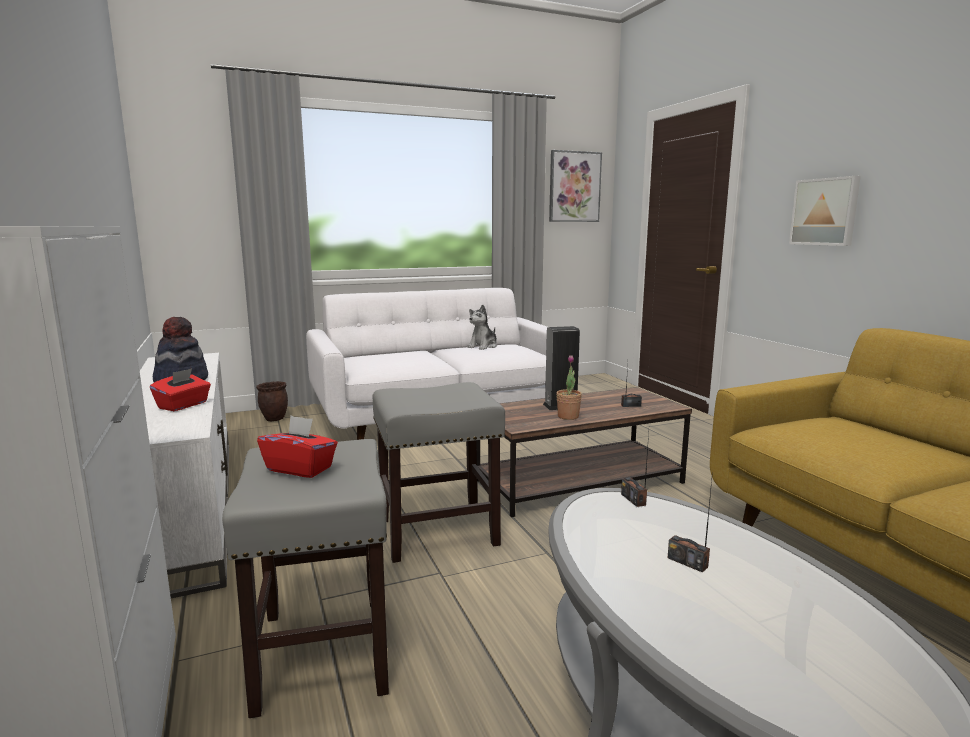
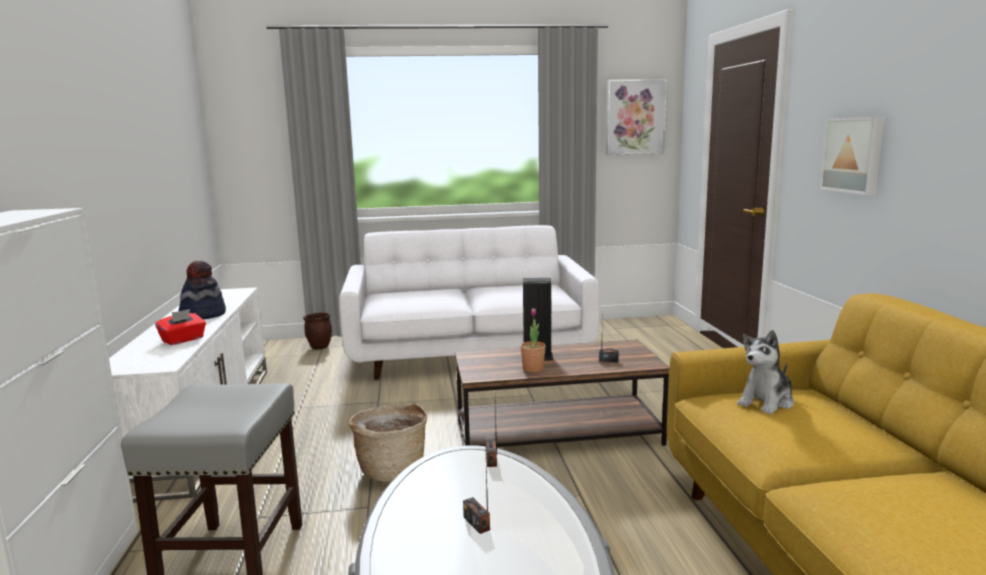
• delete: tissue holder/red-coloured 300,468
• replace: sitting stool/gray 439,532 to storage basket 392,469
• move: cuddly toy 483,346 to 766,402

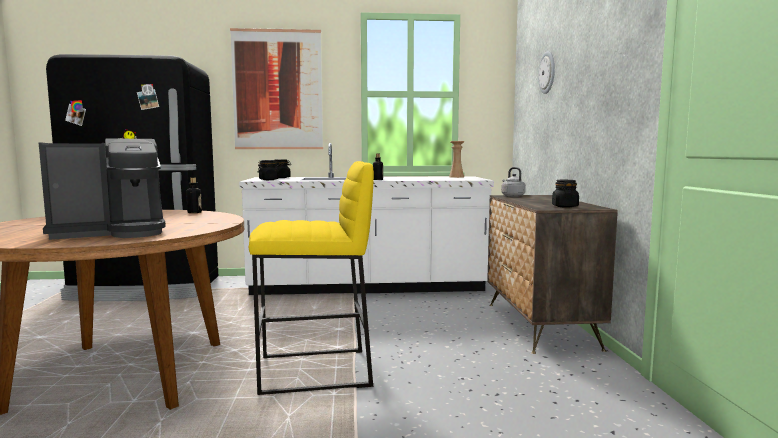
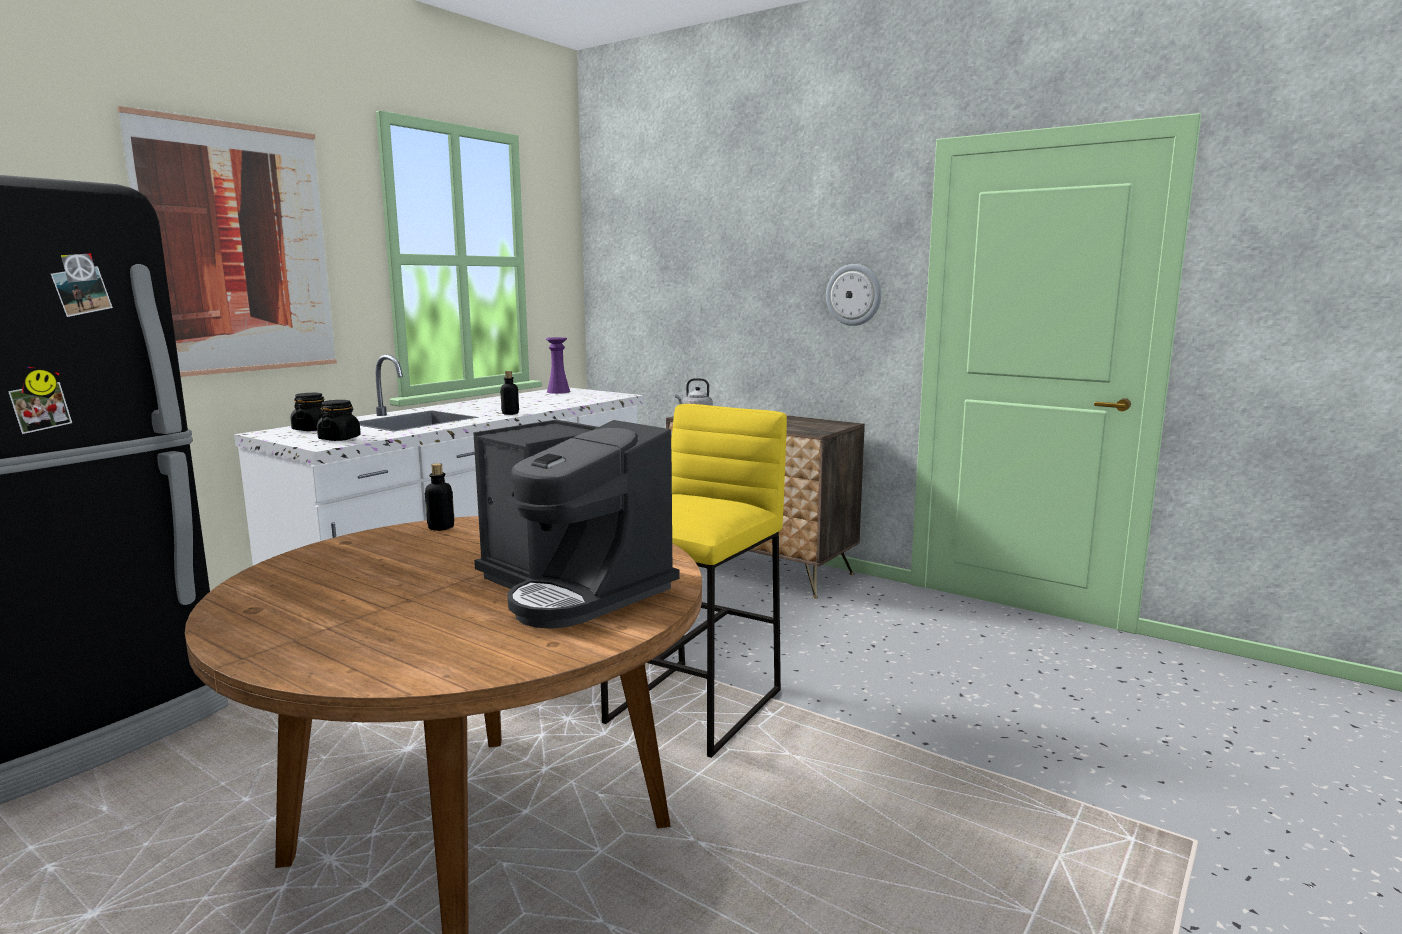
• rotate: coffee brewer 112,232 = 573,589 120 degrees clockwise
• recolor: flower vase/beige 456,177 to flower vase/purplish 558,392
• move: clock on the wall 547,72 to 854,295
• delete: preserve jar/black 564,206

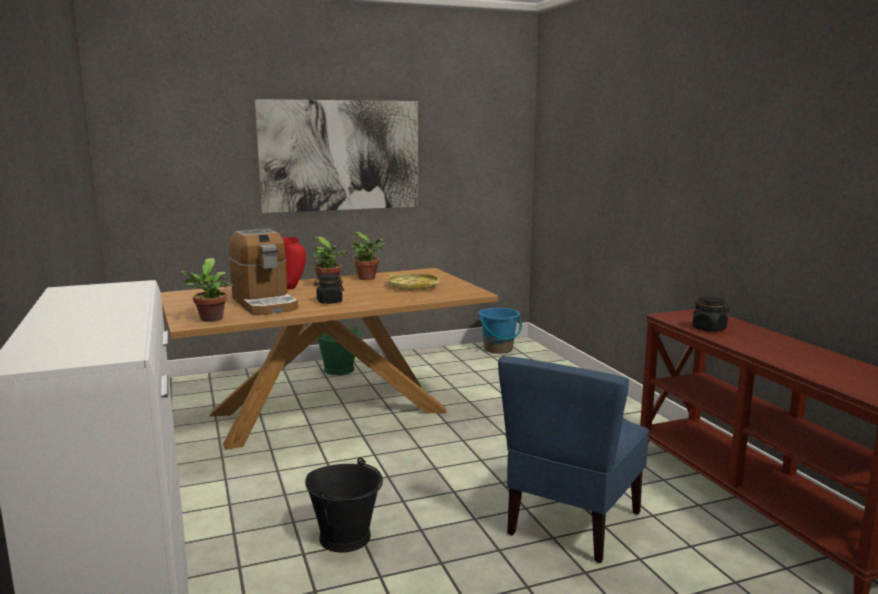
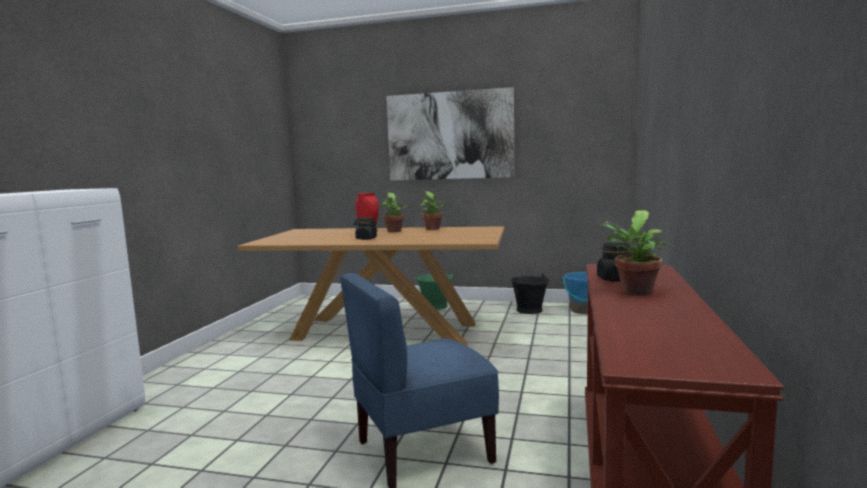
• move: plant in a pot 210,320 to 635,292
• delete: coffee brewer 264,303
• move: bucket/black 346,537 to 529,310
• delete: serving tray/yellow-coloured 413,286

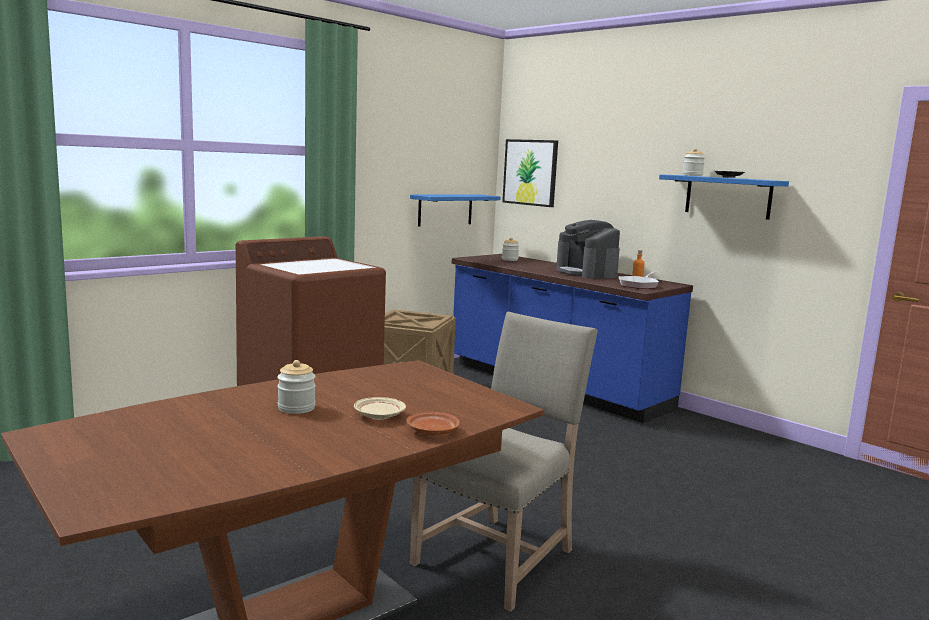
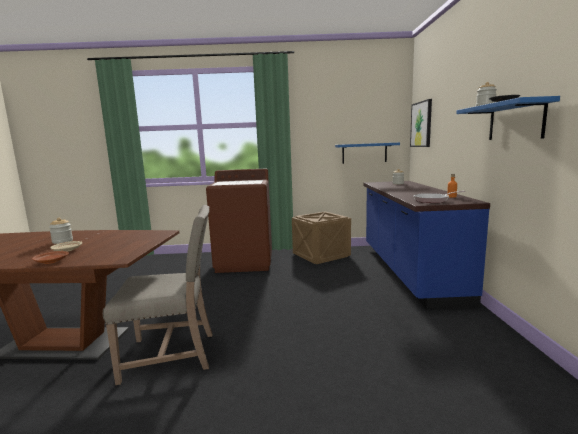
• delete: coffee brewer 586,273

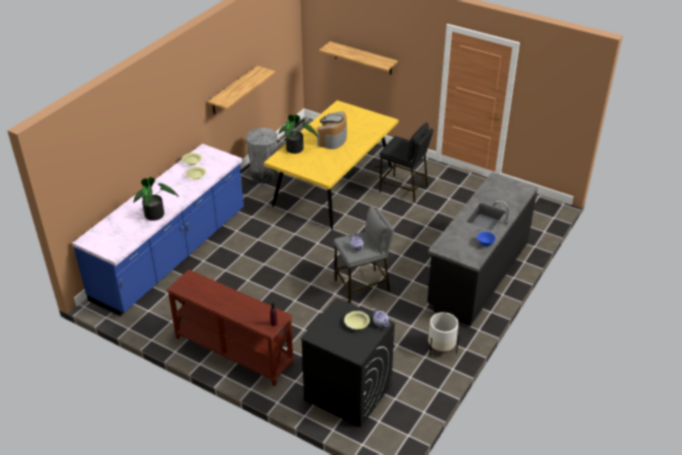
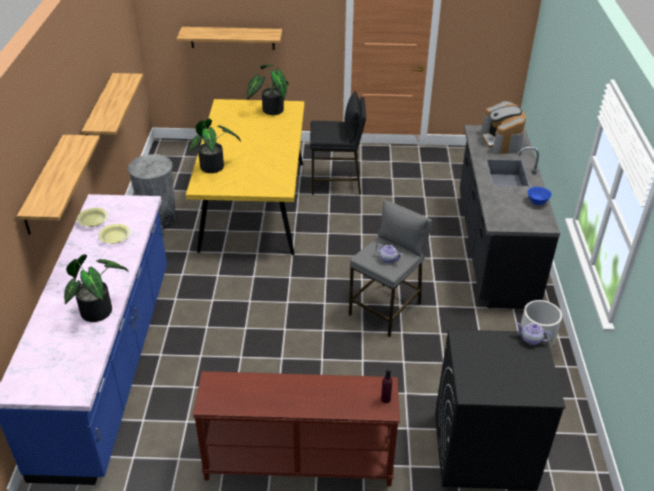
• move: coffee brewer 332,139 to 501,141
• delete: bowl/yellow-coloured 356,323
• insert: bracket shelf 44,185
• insert: plant in a pot 270,110

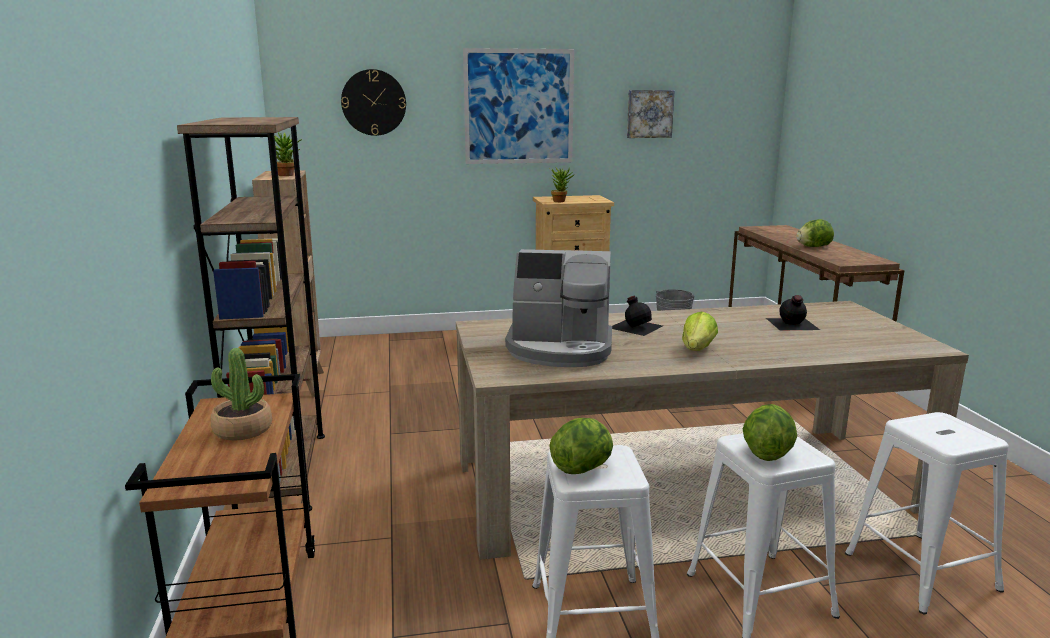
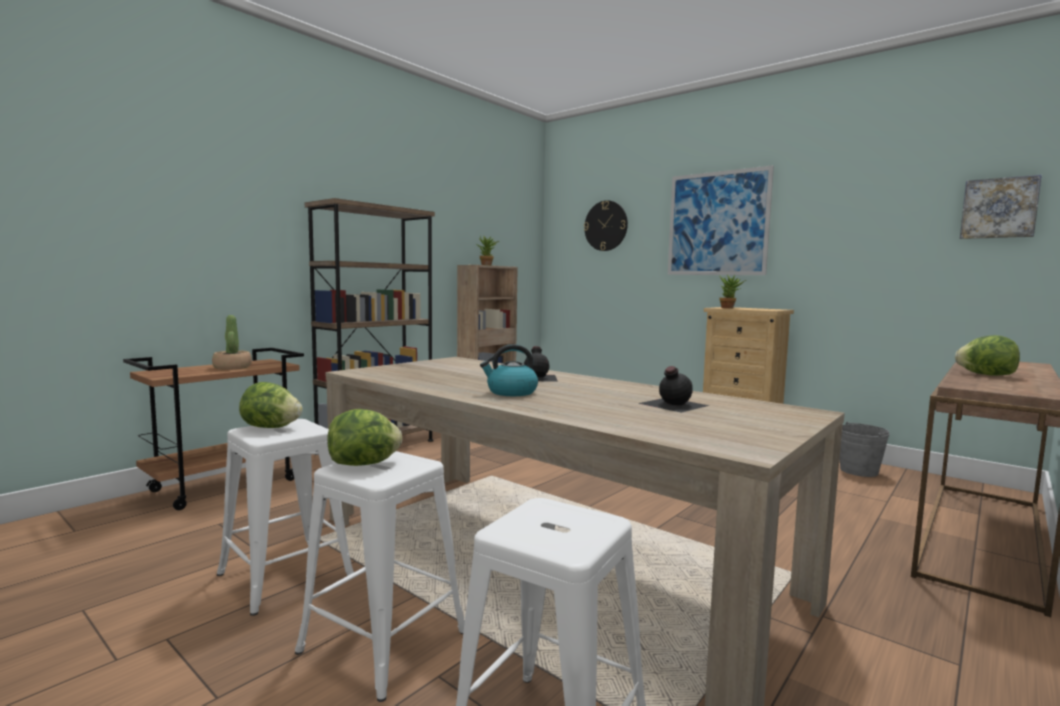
• delete: coffee brewer 560,349
• move: wall art 649,114 to 999,208
• replace: lettuce head 697,349 to water kettle 511,392

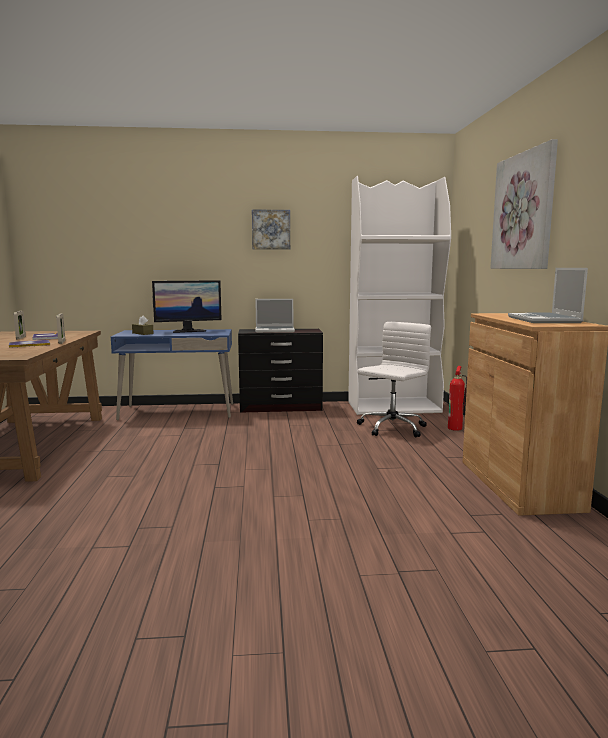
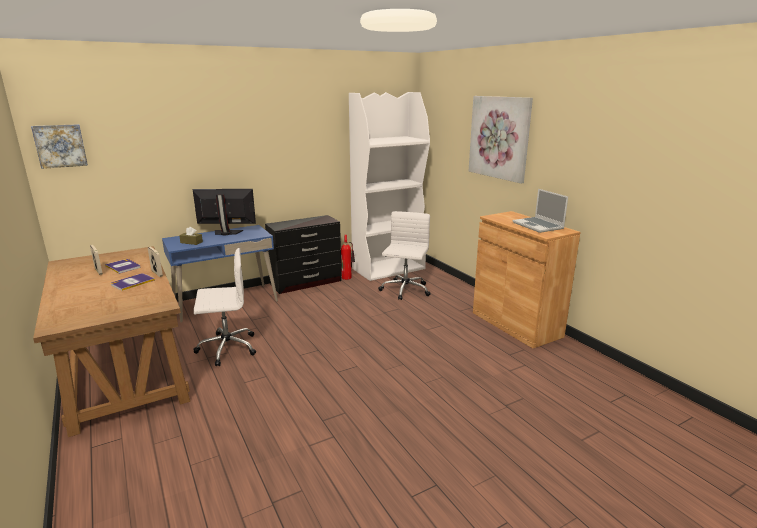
• rotate: monitor 188,331 = 226,233 135 degrees counterclockwise
• move: wall art 271,229 to 60,146
• delete: notebook computer 275,330
• move: fire-fighting cylinder 456,428 to 347,277
• insert: desk chair/whitish 226,348

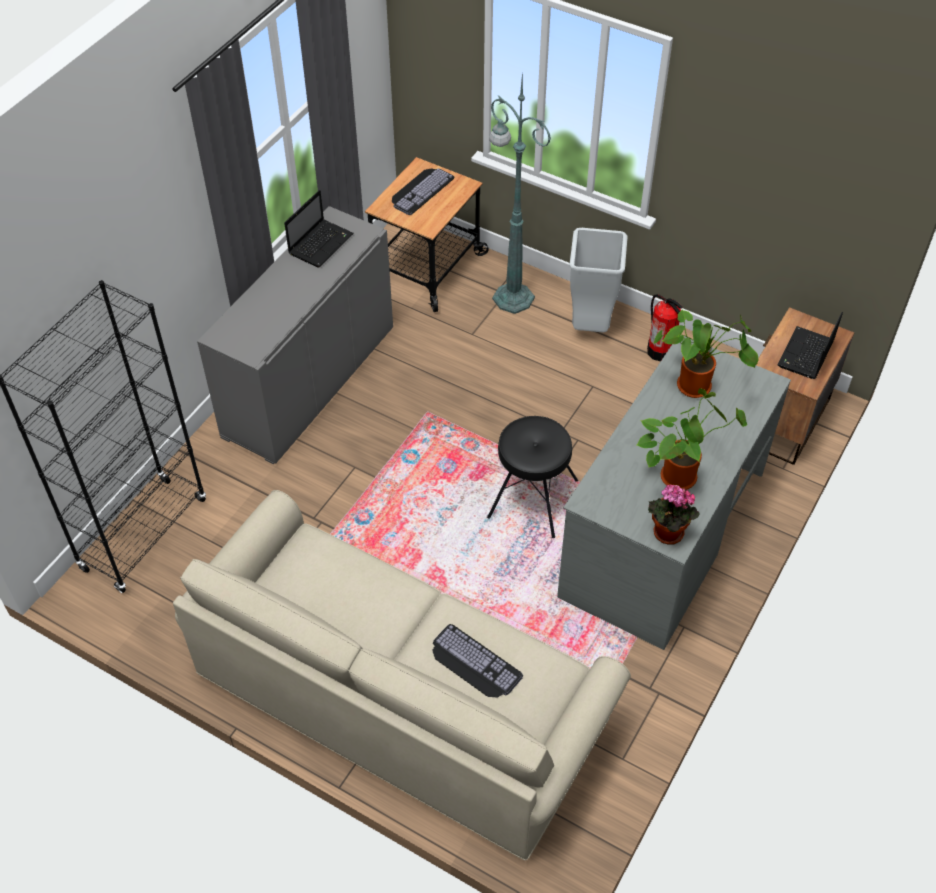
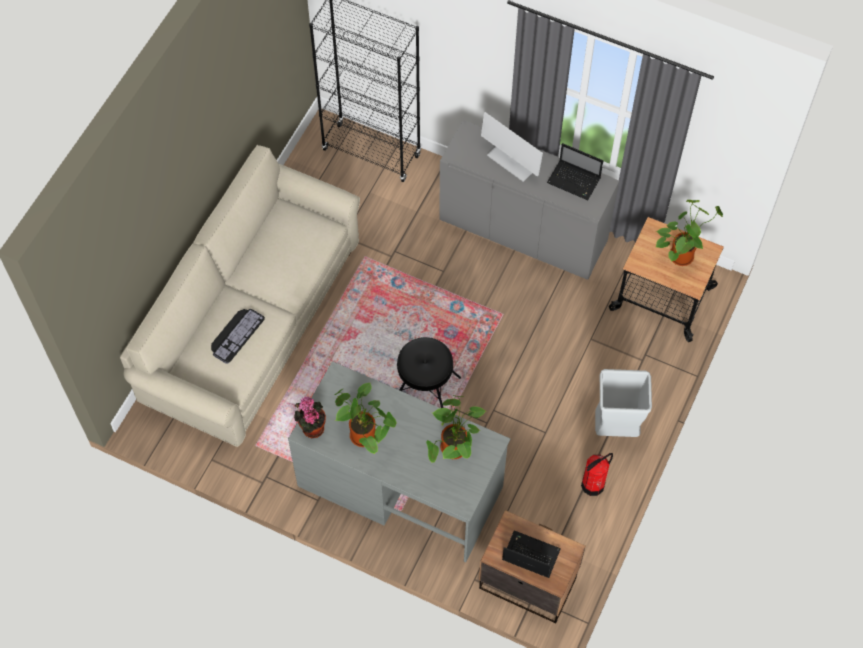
• replace: computer keyboard 420,189 to plant in a pot 681,254
• delete: standing lamp/green 511,297
• insert: monitor 511,161

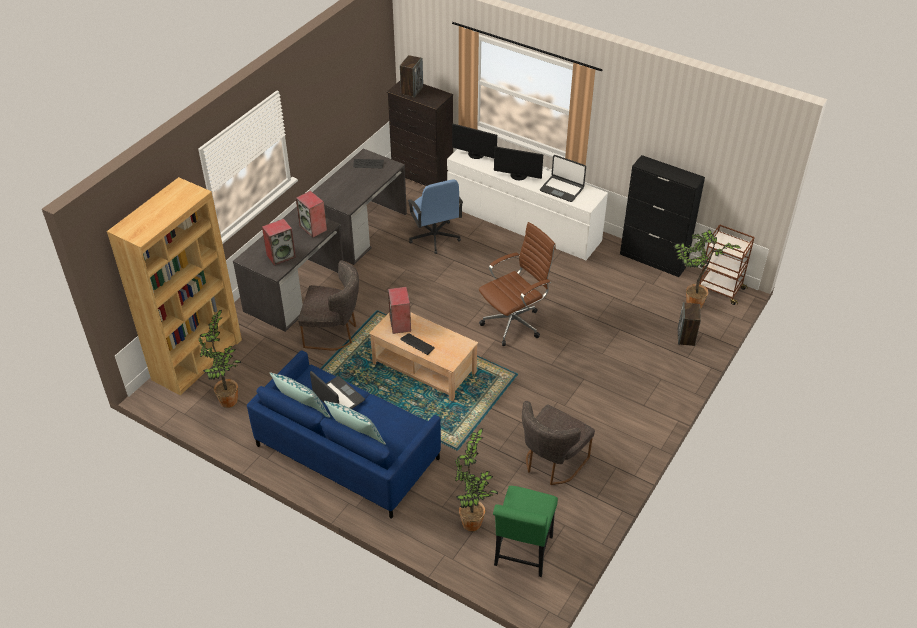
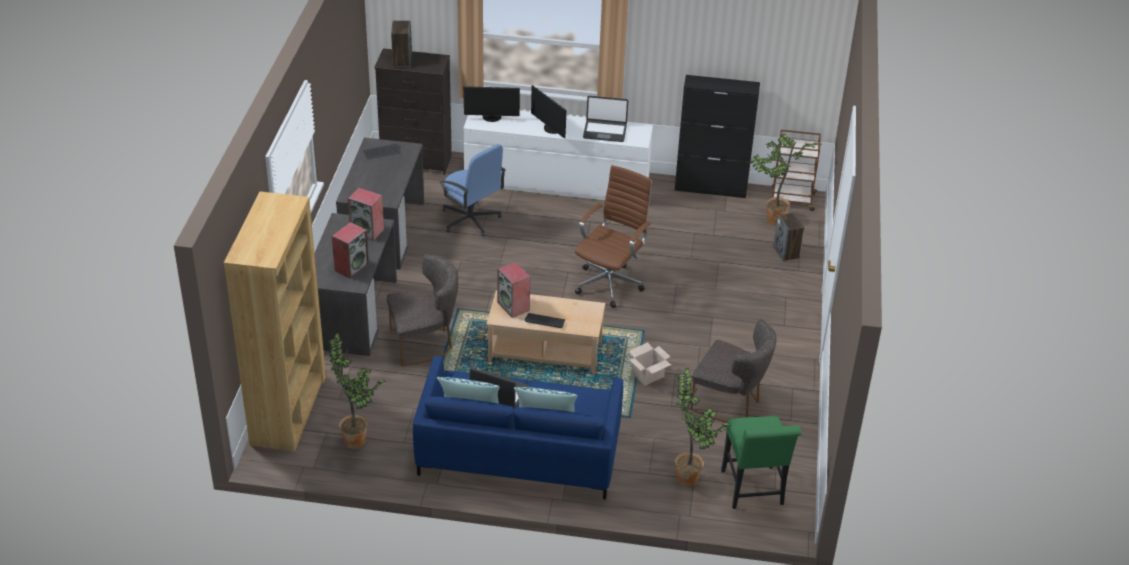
• rotate: monitor 518,176 = 551,129 60 degrees clockwise
• rotate: upright chair/gray 551,463 = 730,403 75 degrees counterclockwise
• insert: carton 648,376

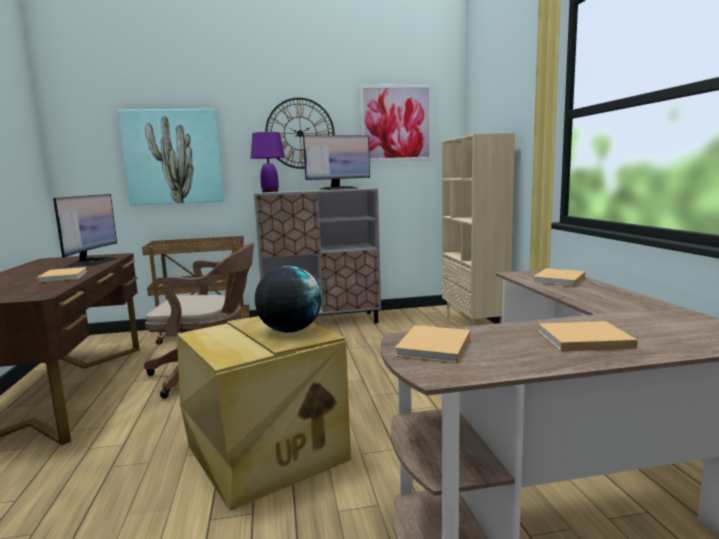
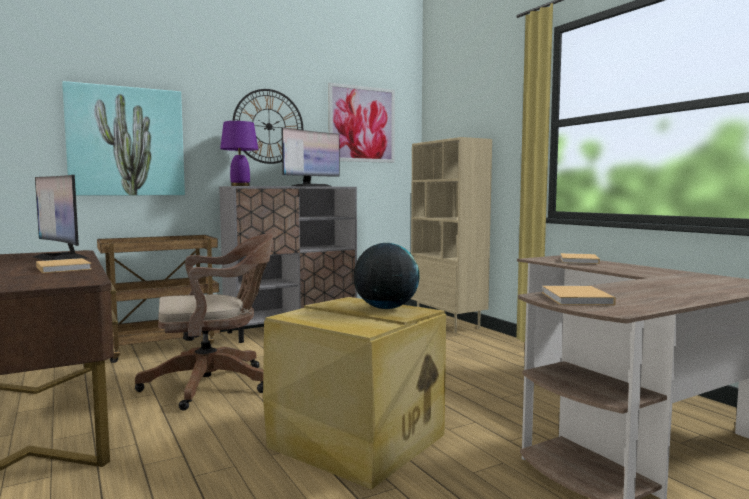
• rotate: monitor 92,262 = 61,257 150 degrees clockwise
• delete: volume/beige 581,339

